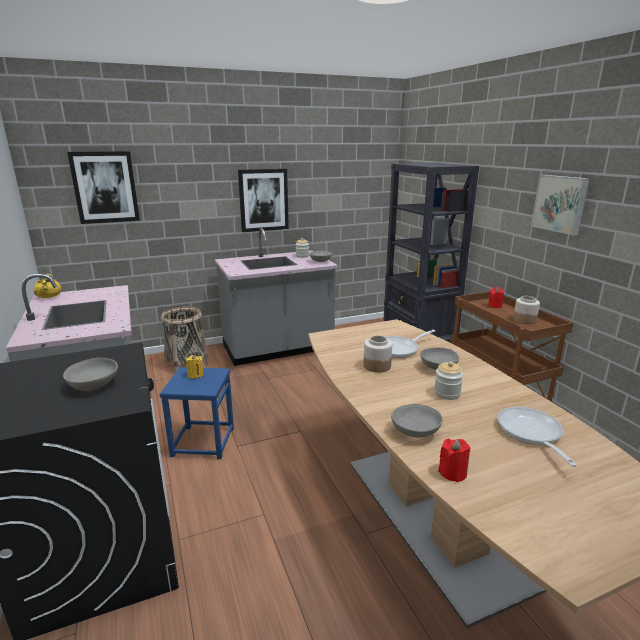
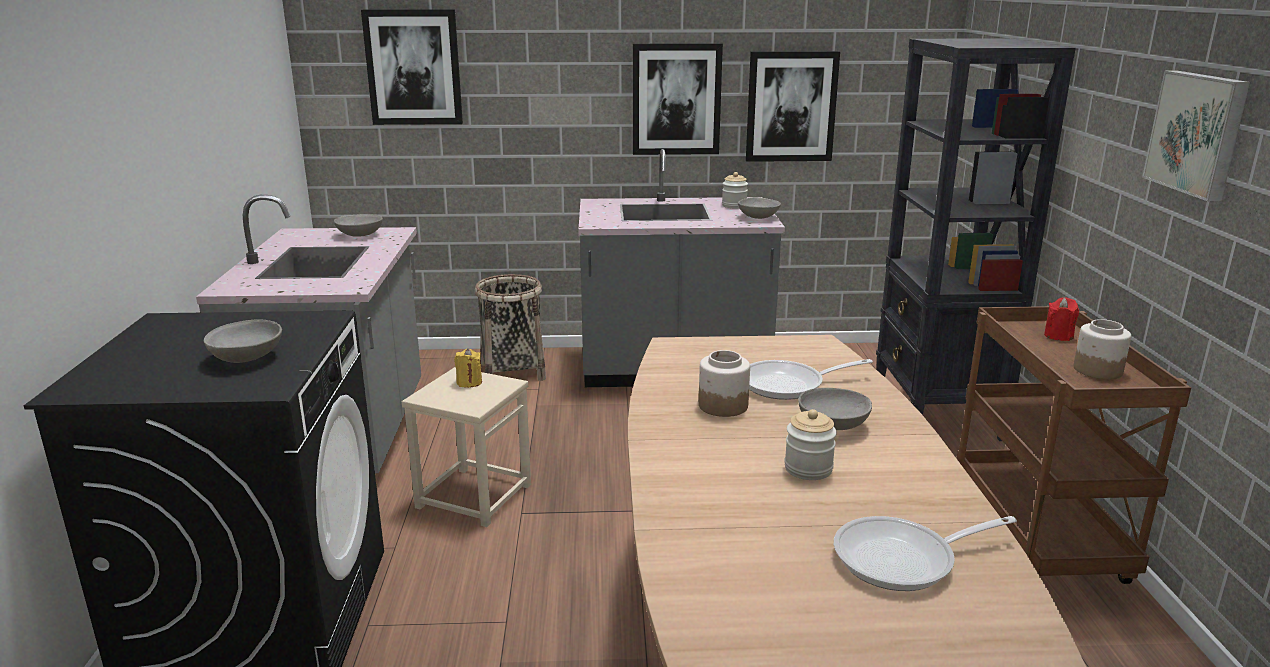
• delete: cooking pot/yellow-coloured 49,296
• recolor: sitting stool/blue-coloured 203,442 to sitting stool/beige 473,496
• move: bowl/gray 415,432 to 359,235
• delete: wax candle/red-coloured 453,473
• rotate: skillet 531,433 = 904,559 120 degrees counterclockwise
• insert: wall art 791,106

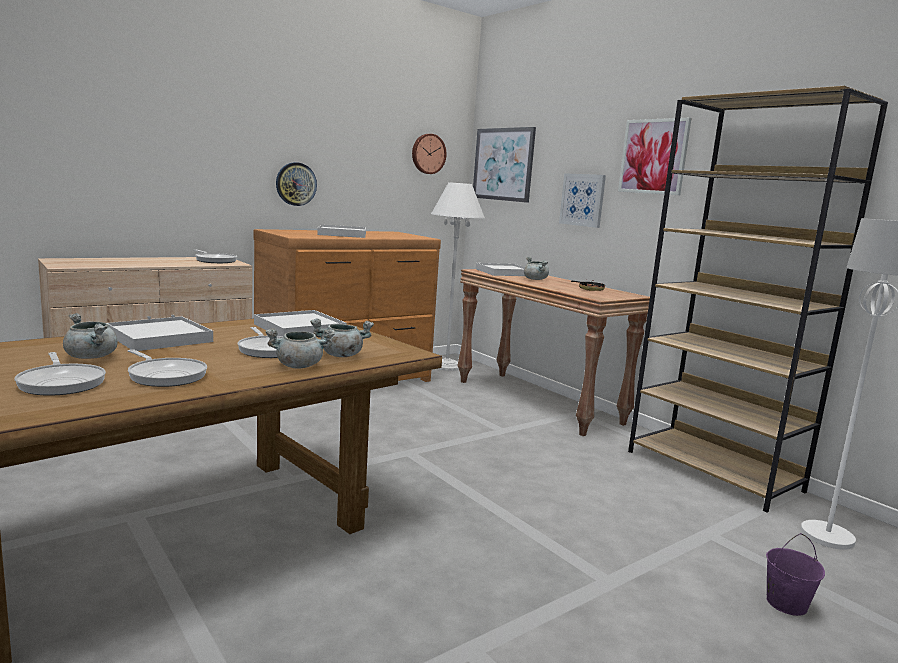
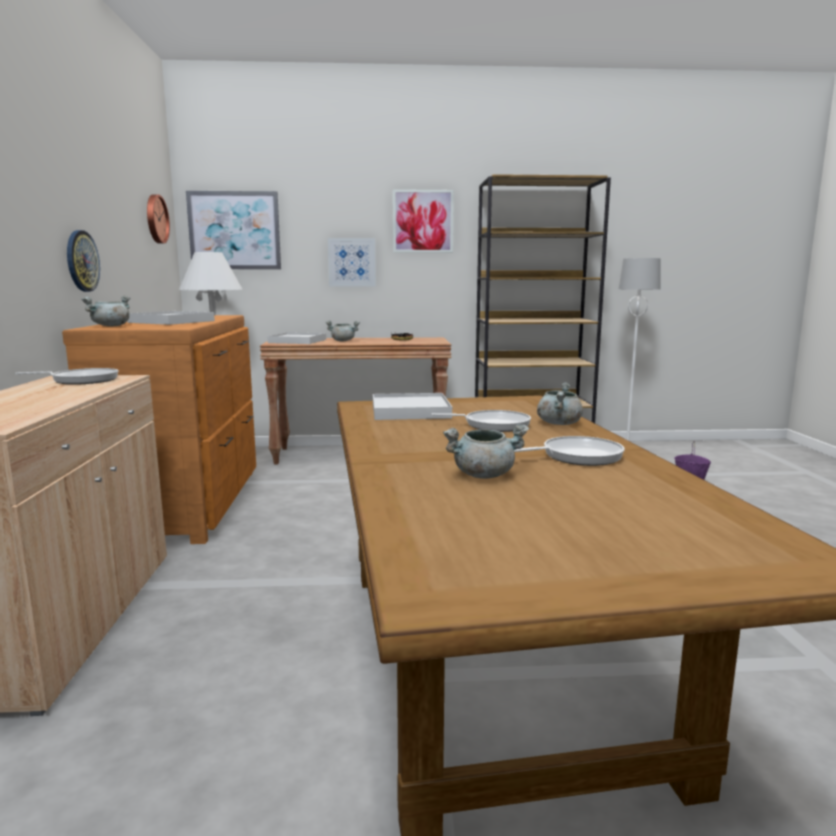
• delete: skillet 61,383
• delete: serving tray/whitish 160,338
• move: cooking pot/gray 341,355 to 111,326

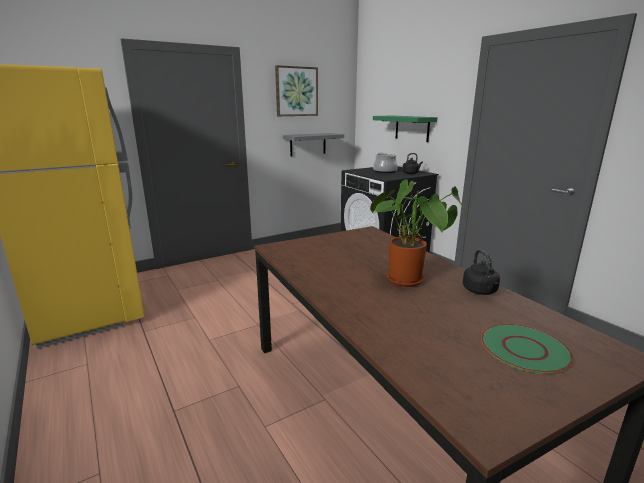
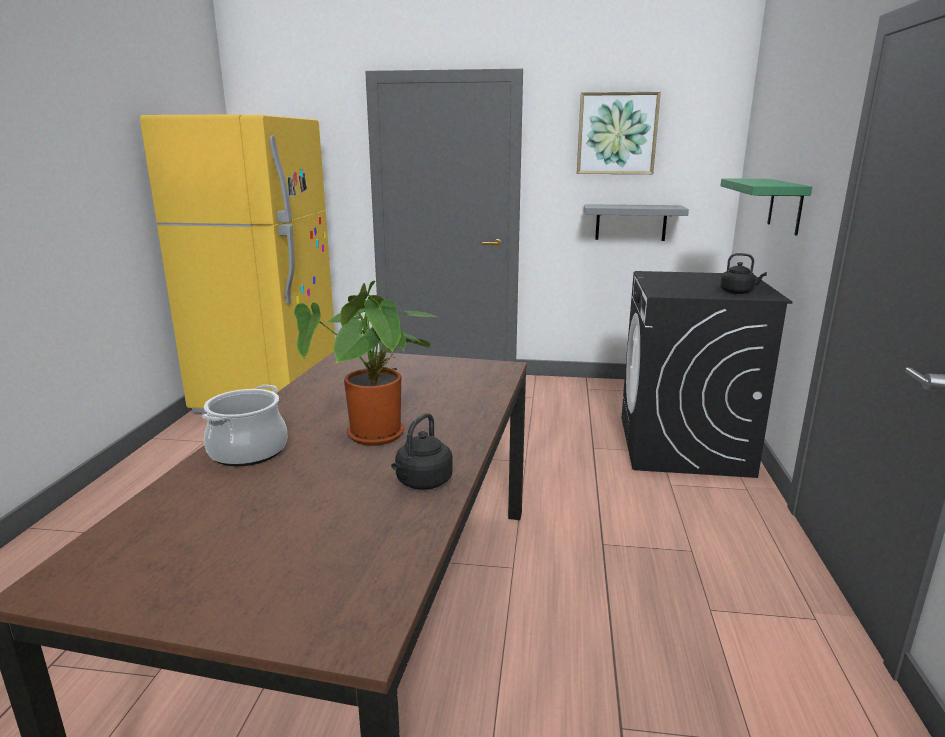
• move: cooking pot 384,171 to 248,451
• delete: dinner plate/green 525,349

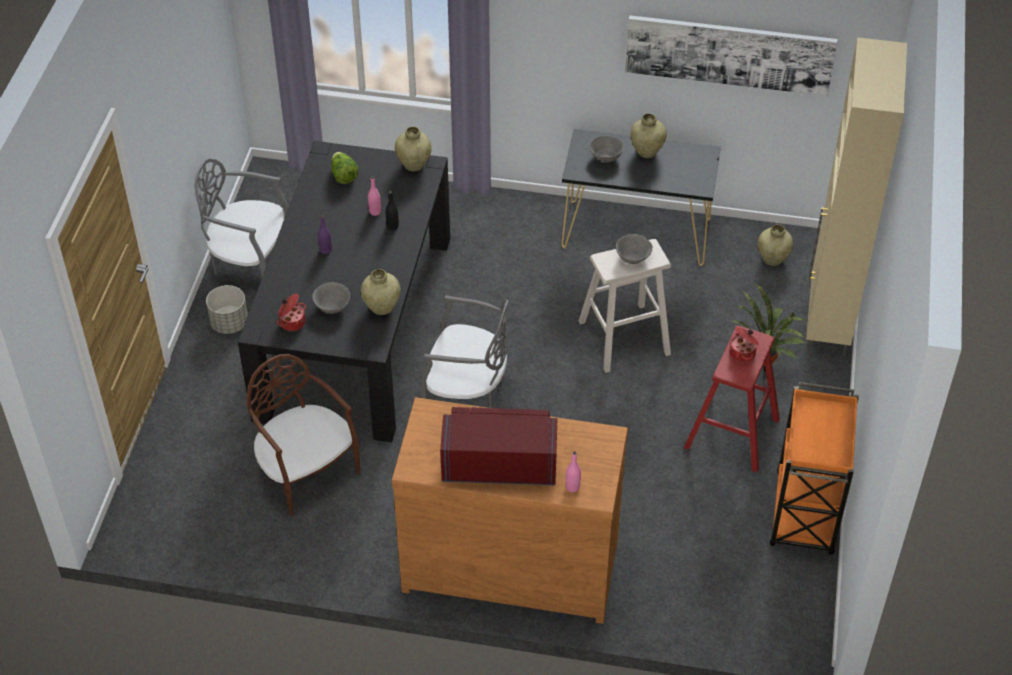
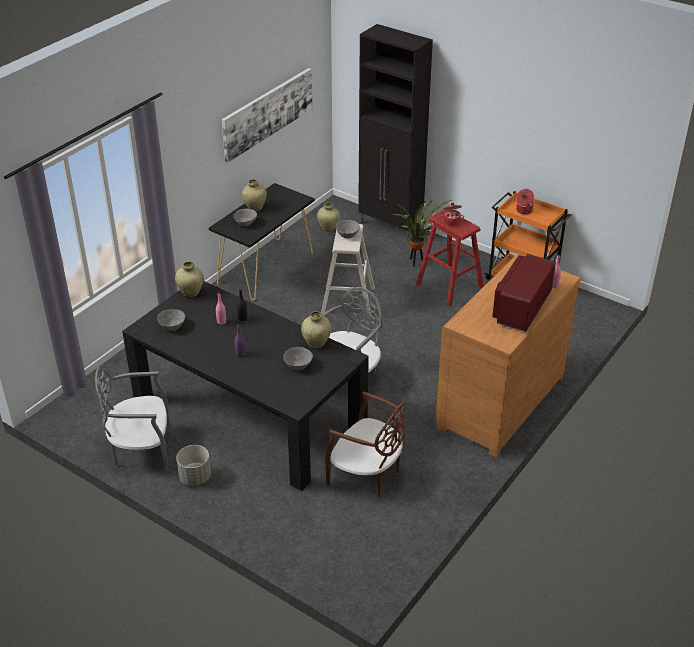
• rotate: upright chair/gray 250,263 = 141,449 45 degrees clockwise
• rotate: upright chair/brownish 306,472 = 367,475 135 degrees counterclockwise
• move: cooking pot 292,322 to 523,210
• replace: lettuce head 343,176 to bowl/gray 172,326
• recolor: storage cabinet/beige 827,323 to storage cabinet/black 390,227

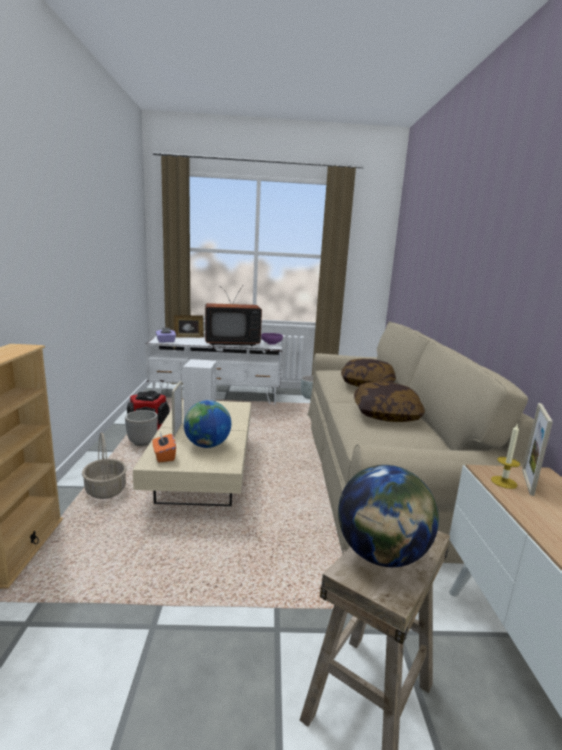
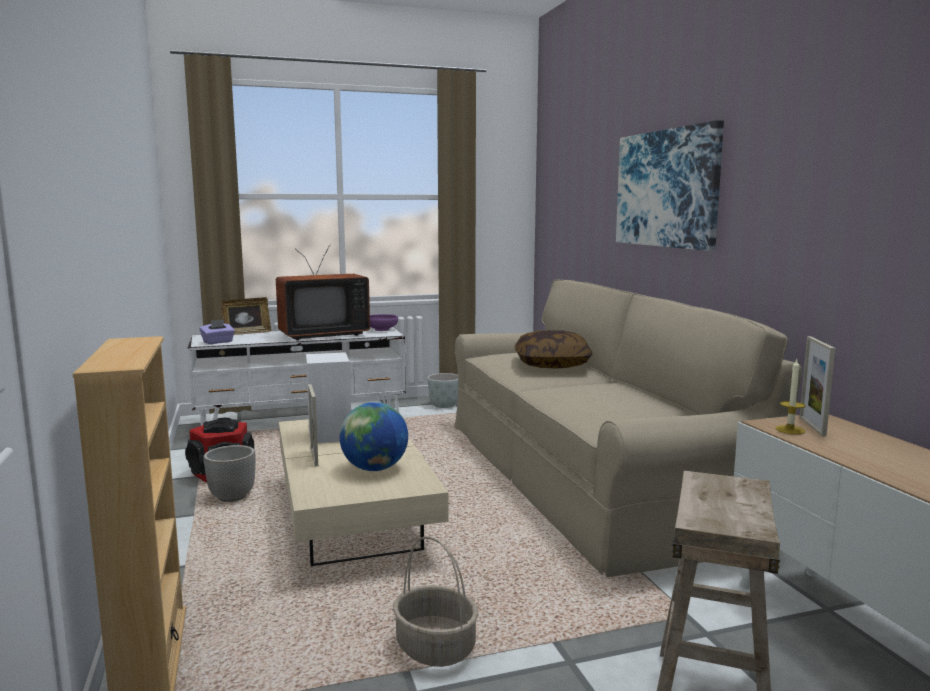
• move: storage basket 105,490 to 434,648
• delete: tissue holder/orangey 164,456
• delete: desk globe 381,555
• delete: throw pillow 385,414
• insert: wall art 666,188

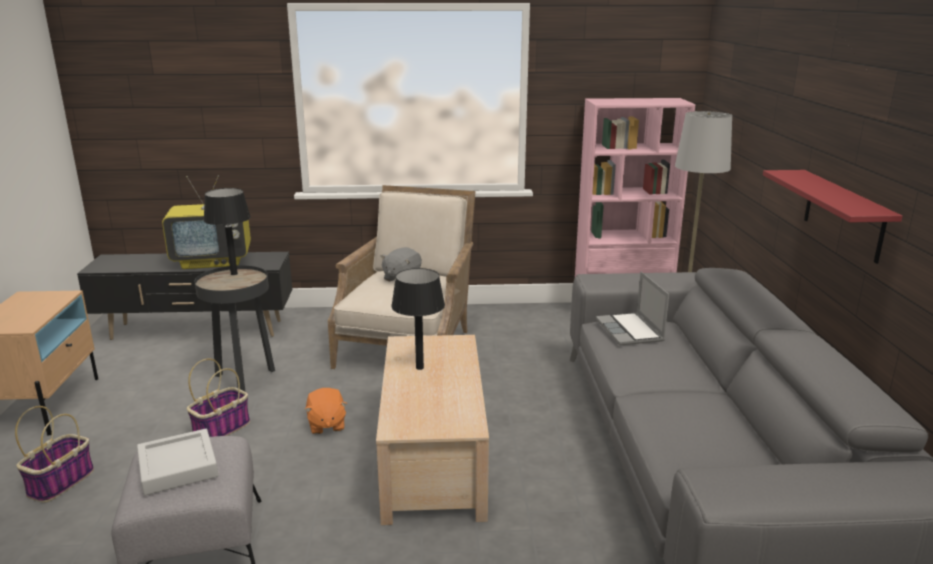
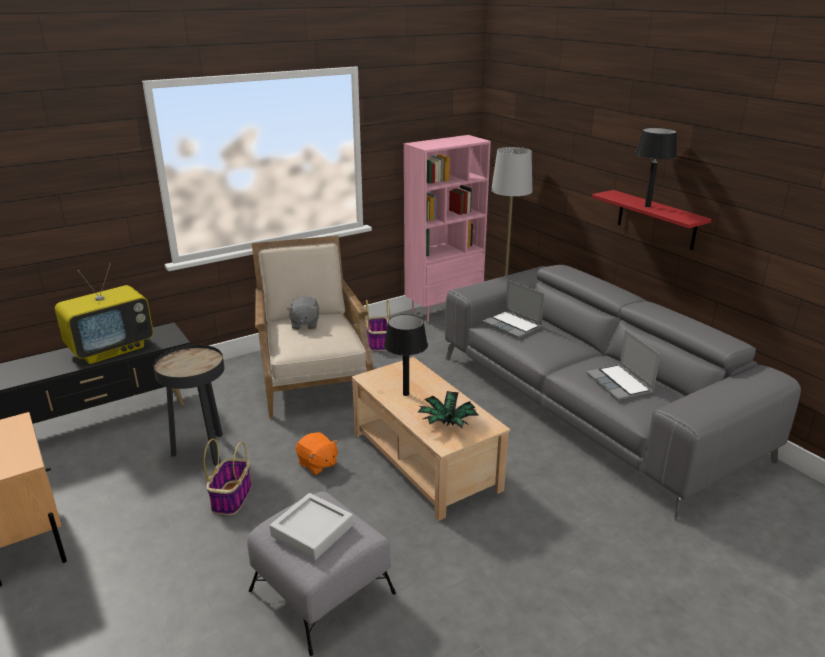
• move: storage basket 61,482 to 378,342
• move: lamp for a table/black 234,274 to 647,206
• insert: plant in a pot 447,423
• insert: notebook computer 620,384

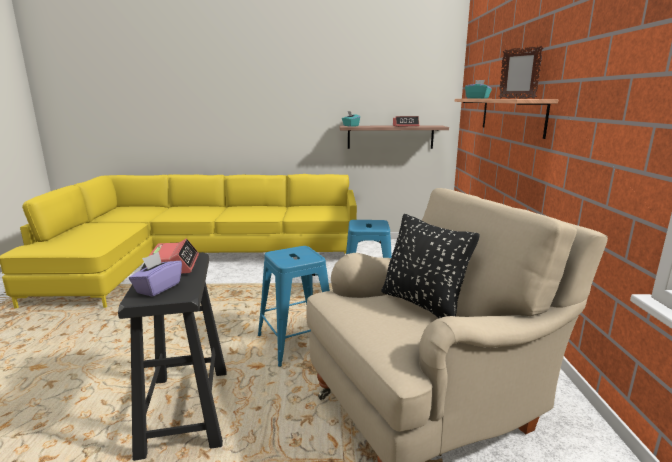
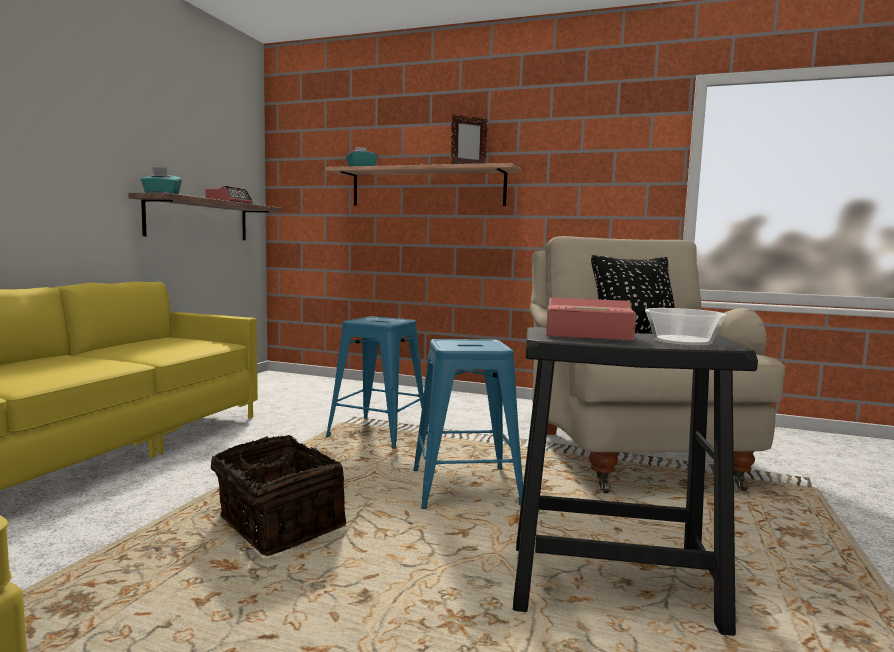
• replace: tissue holder/purplish 158,288 to bowl 683,340
• insert: storage basket 277,524

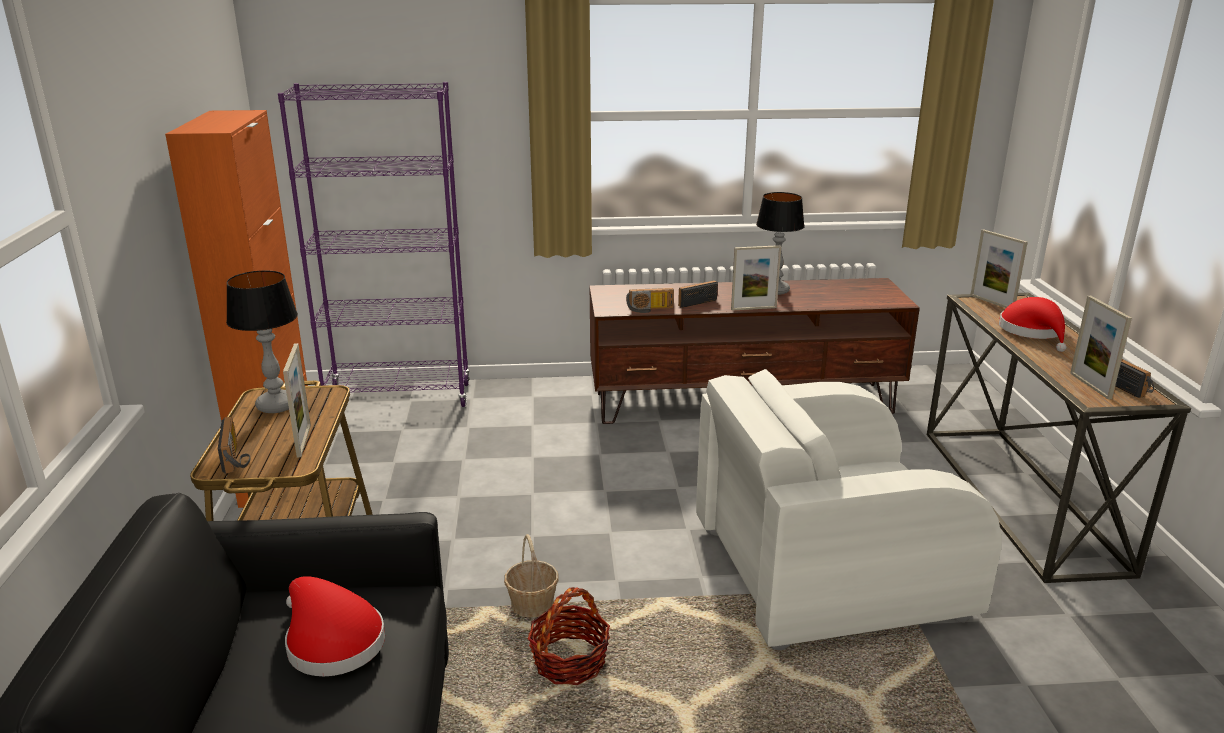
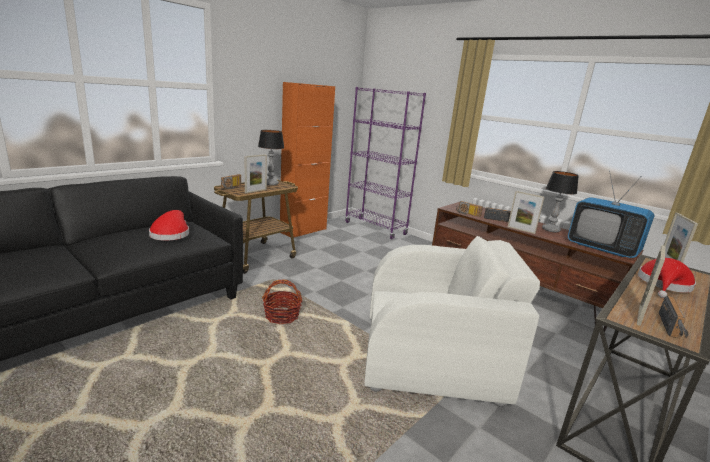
• delete: storage basket 532,605
• rotate: easy chair/whitish 825,571 = 432,357 150 degrees clockwise
• insert: TV set 602,249

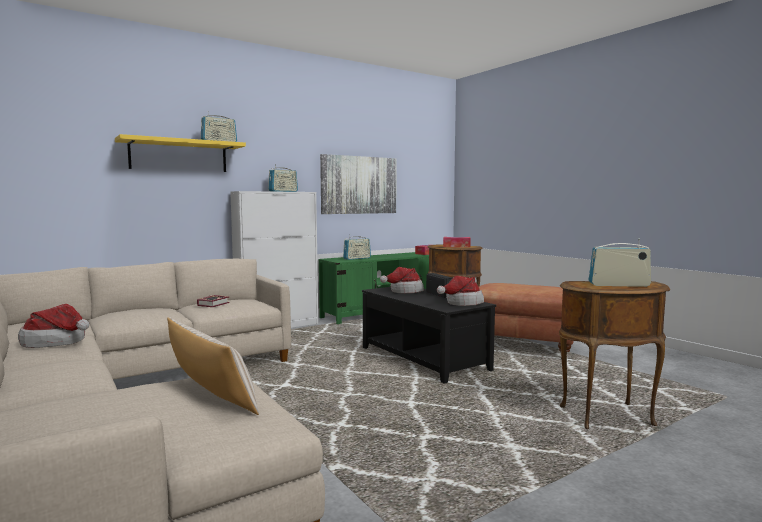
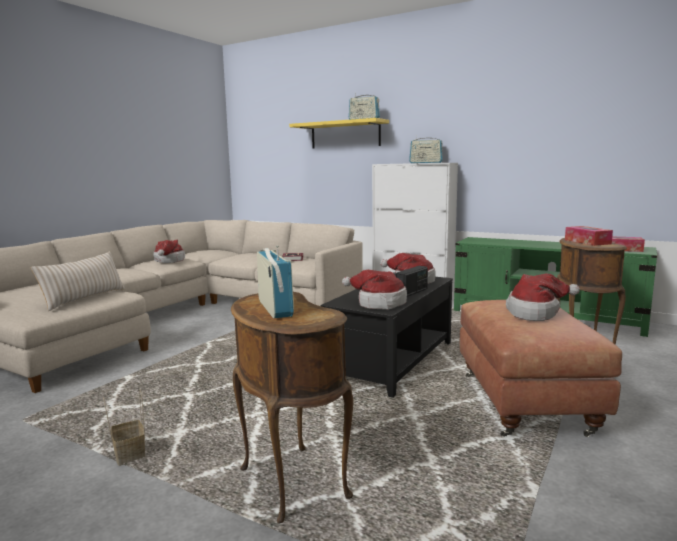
• delete: wall art 359,185
• delete: radio set 357,258
• insert: storage basket 128,453
• insert: hat 536,313

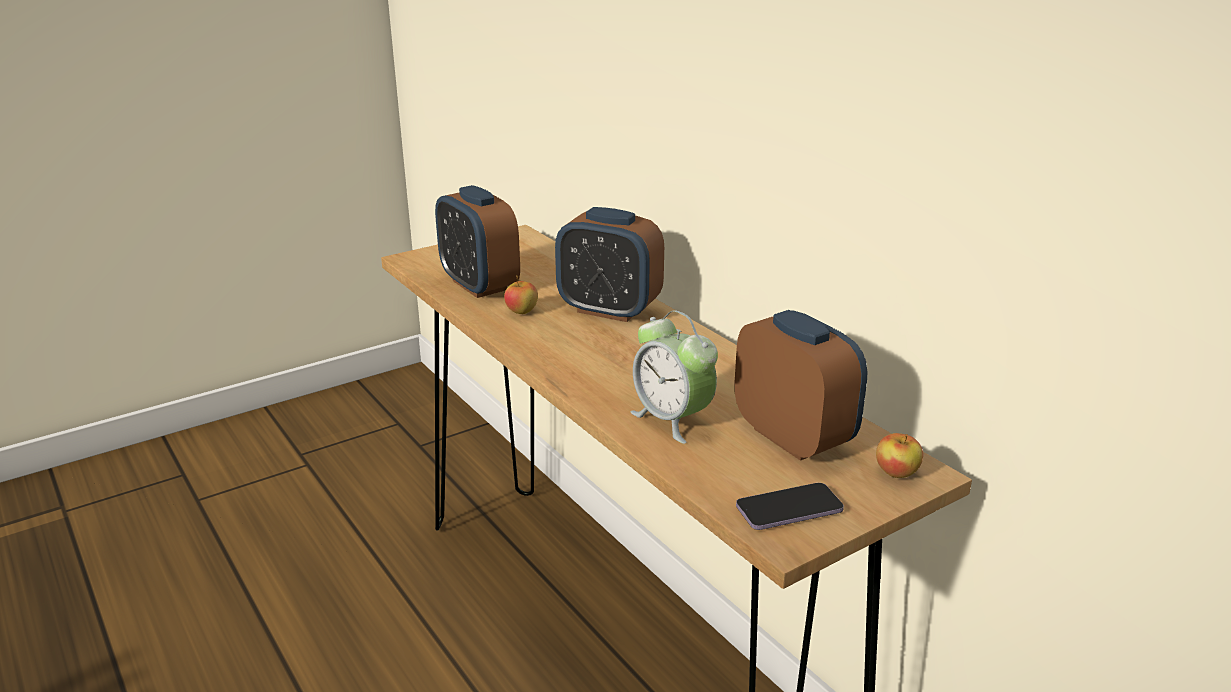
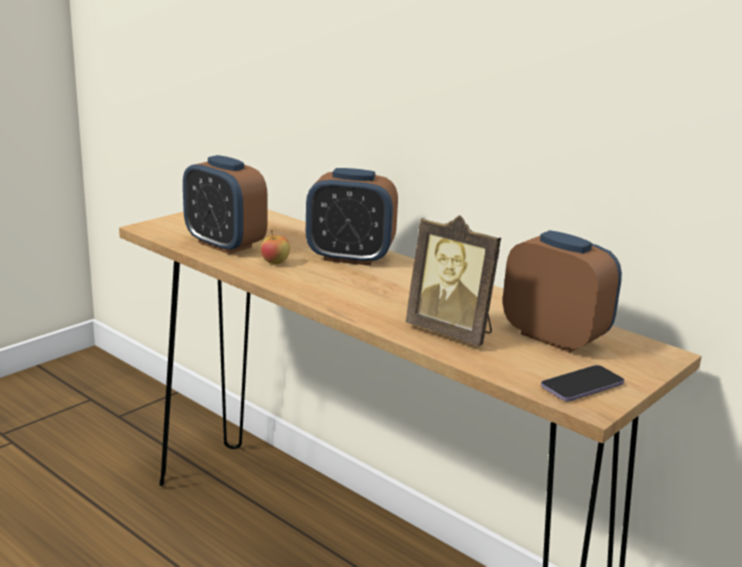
• replace: table clock 672,420 to standing frame 452,332
• delete: apple 897,473

